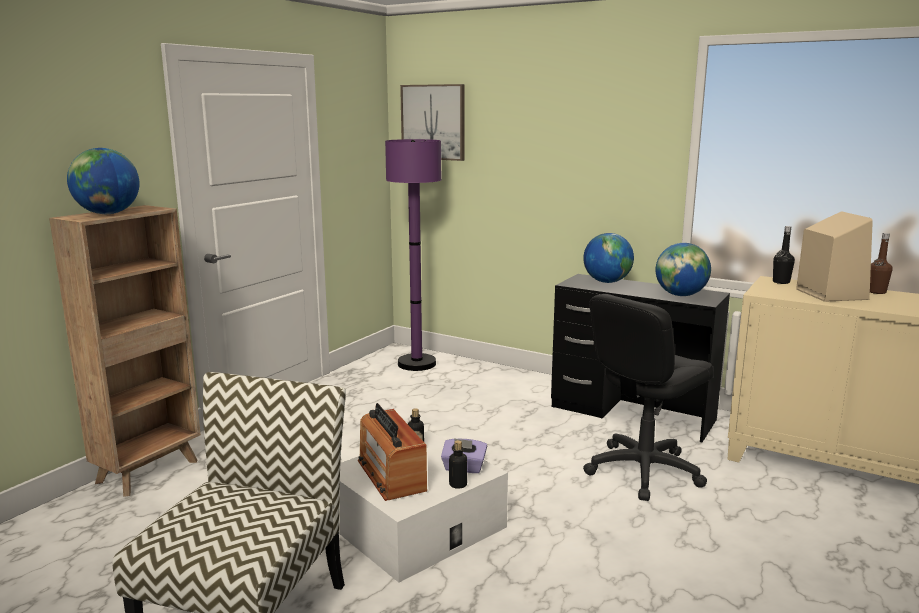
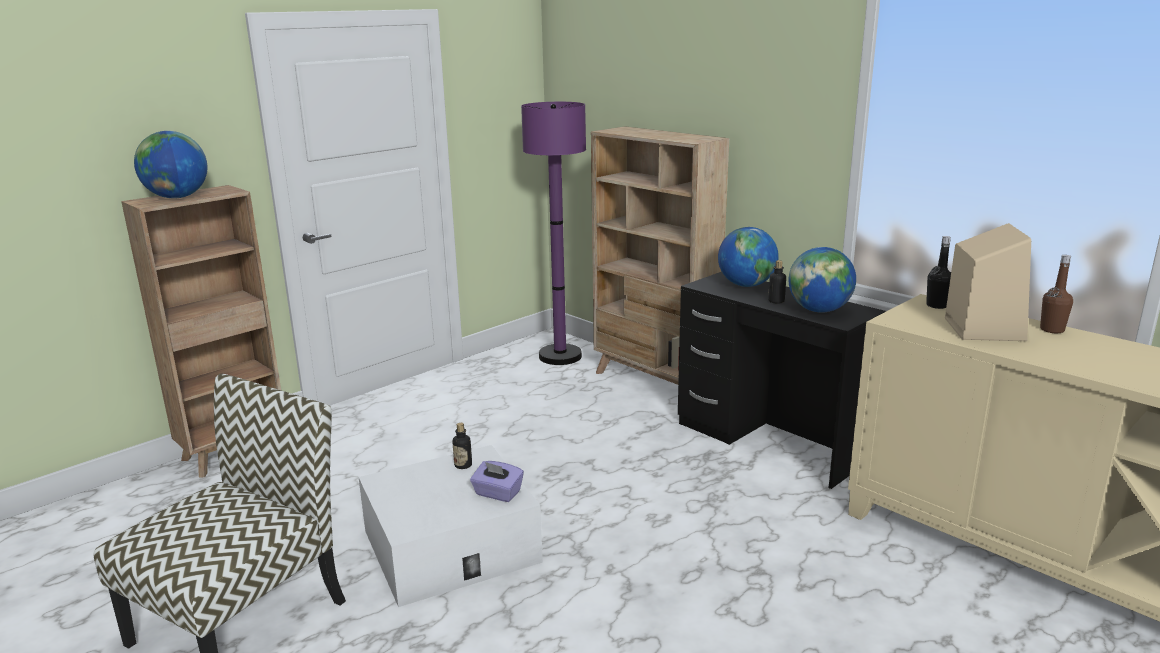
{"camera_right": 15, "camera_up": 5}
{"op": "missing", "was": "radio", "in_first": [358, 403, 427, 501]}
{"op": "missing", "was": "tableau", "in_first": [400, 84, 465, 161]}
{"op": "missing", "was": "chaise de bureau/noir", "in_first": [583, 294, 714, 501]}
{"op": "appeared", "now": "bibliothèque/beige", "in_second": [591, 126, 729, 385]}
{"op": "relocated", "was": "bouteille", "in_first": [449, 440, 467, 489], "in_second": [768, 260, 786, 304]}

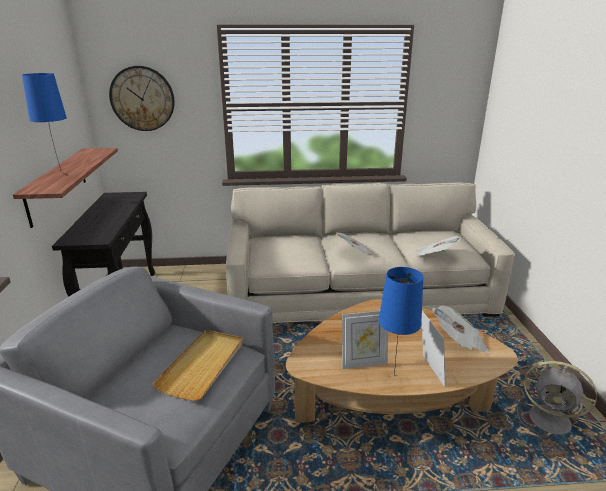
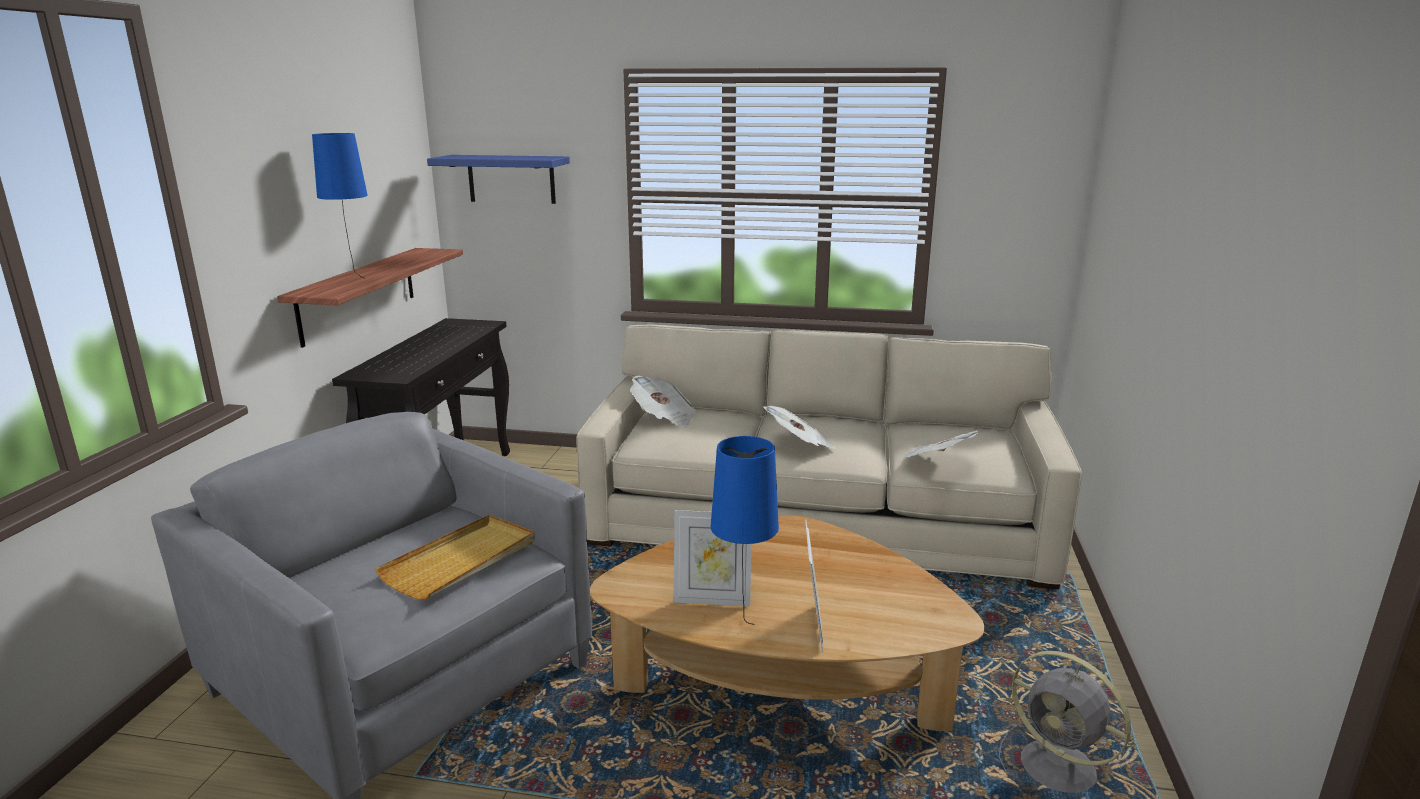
{"camera_right": 15, "camera_up": -5}
{"op": "relocated", "was": "journal", "in_first": [432, 306, 489, 353], "in_second": [630, 376, 696, 427]}
{"op": "exchanged", "was": "horloge murale", "now": "étagère/bleu", "in_first": [109, 66, 175, 131], "in_second": [427, 155, 570, 204]}

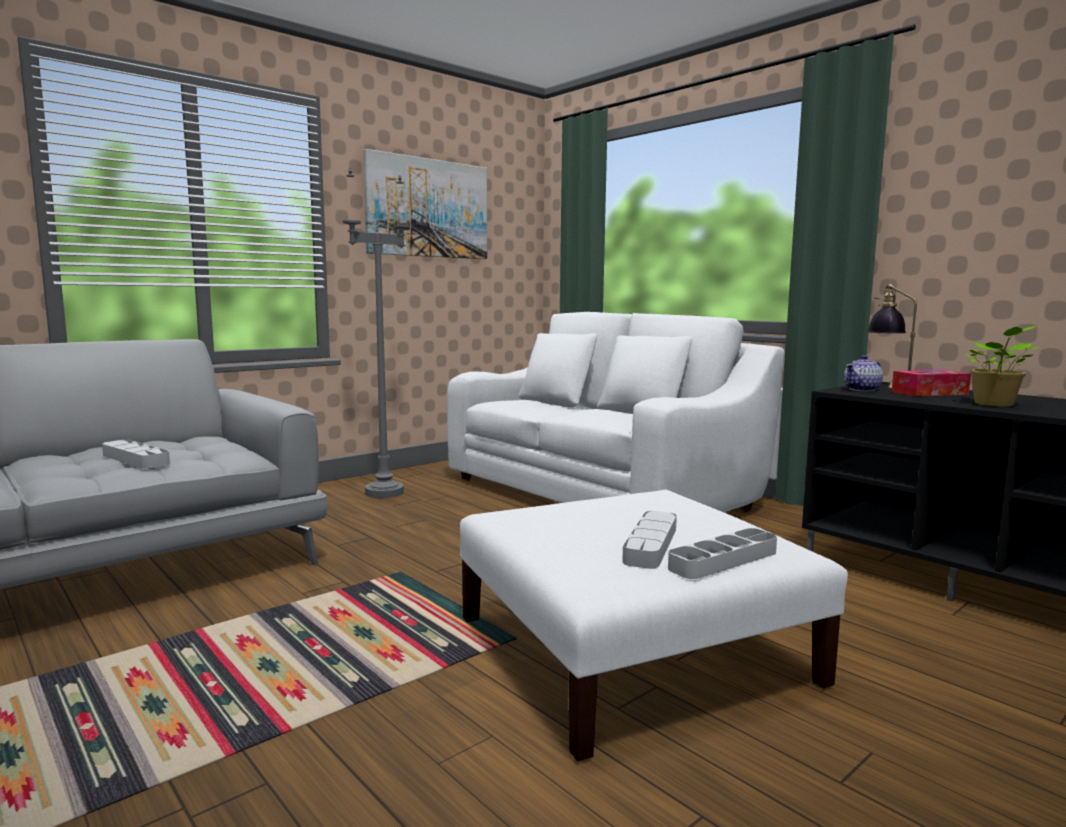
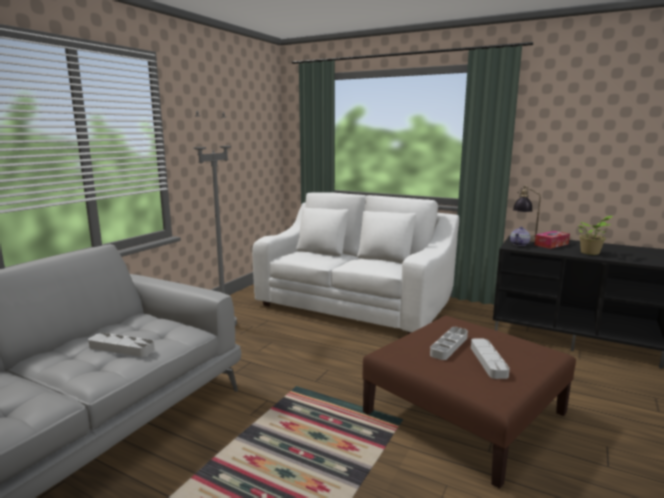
{"camera_right": -20, "camera_up": 5}
{"op": "missing", "was": "tableau", "in_first": [363, 149, 487, 259]}
{"op": "relocated", "was": "plateau/gris", "in_first": [668, 528, 777, 579], "in_second": [430, 327, 468, 360]}
{"op": "colour", "was": "pouf/blanc", "now": "pouf/marron", "in_first": [460, 490, 848, 761], "in_second": [362, 315, 576, 489]}

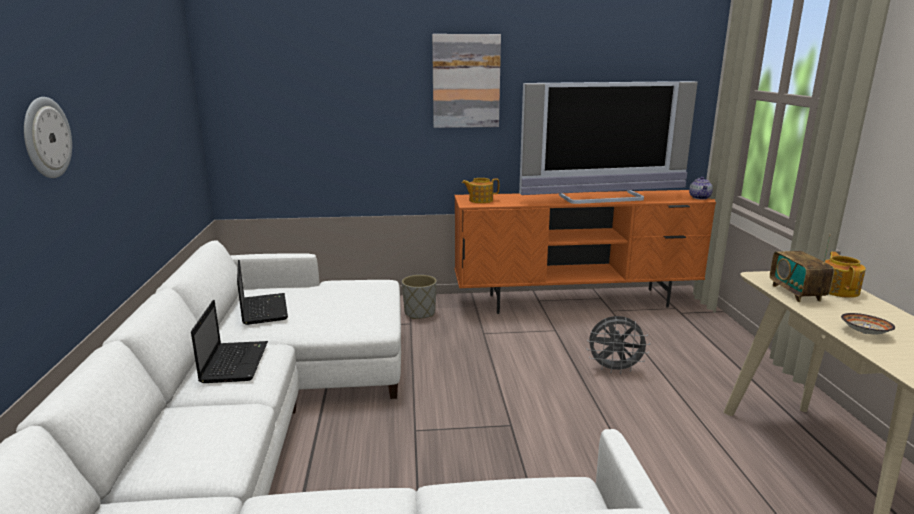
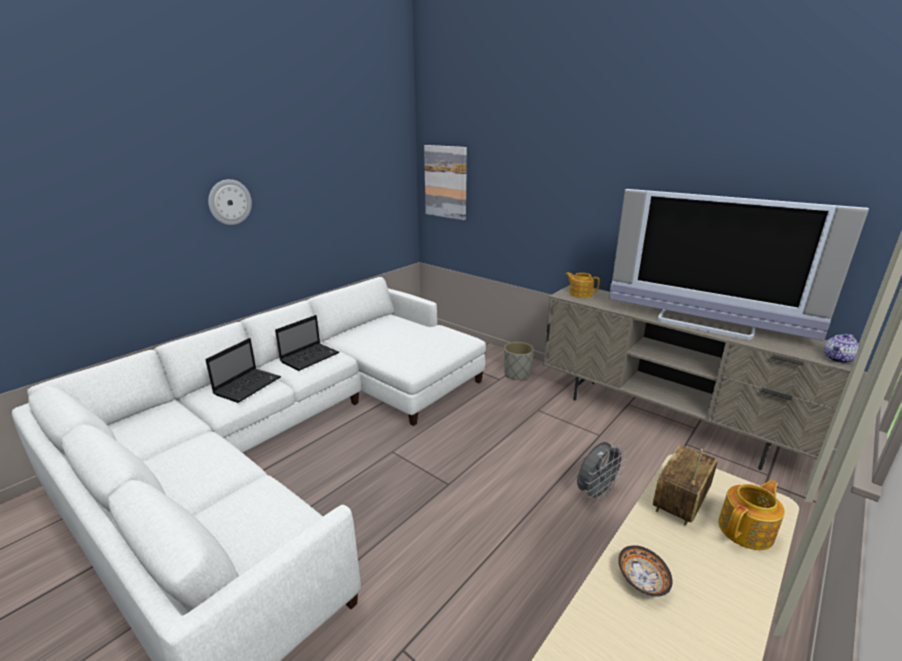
{"camera_right": 45, "camera_up": 5}
{"op": "relocated", "was": "ordinateur portable", "in_first": [237, 260, 288, 325], "in_second": [205, 338, 281, 403]}
{"op": "relocated", "was": "tableau", "in_first": [432, 34, 501, 128], "in_second": [424, 145, 467, 220]}
{"op": "colour", "was": "meuble télé/orange", "now": "meuble télé/beige", "in_first": [454, 190, 716, 314], "in_second": [543, 285, 852, 470]}
{"op": "spun", "was": "ventilateur/gris", "in_first": [586, 316, 650, 374], "in_second": [577, 442, 626, 502], "clockwise": -90}

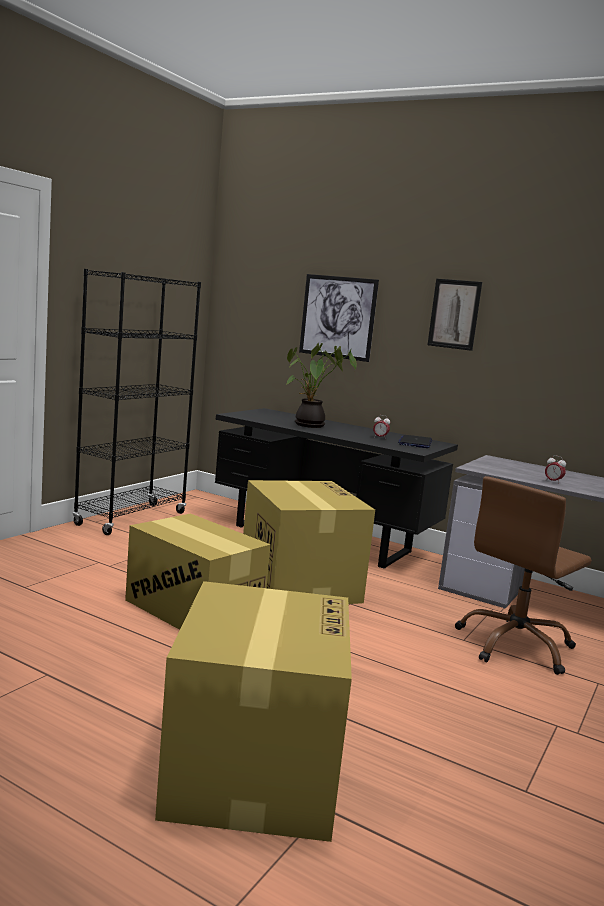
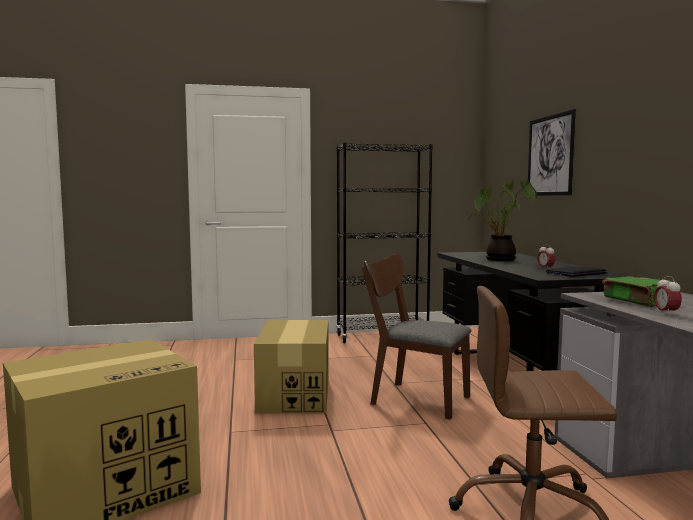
{"camera_right": 50, "camera_up": -5}
{"op": "missing", "was": "tableau", "in_first": [427, 279, 482, 351]}
{"op": "appeared", "now": "livre/vert", "in_second": [602, 276, 672, 307]}
{"op": "exchanged", "was": "carton", "now": "chaise/marron", "in_first": [243, 480, 375, 604], "in_second": [362, 254, 471, 420]}

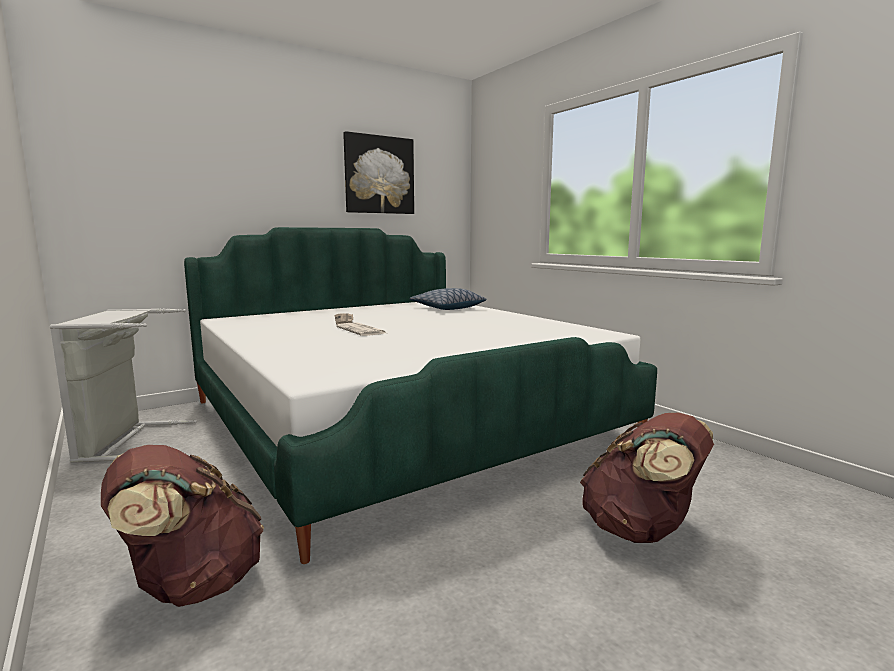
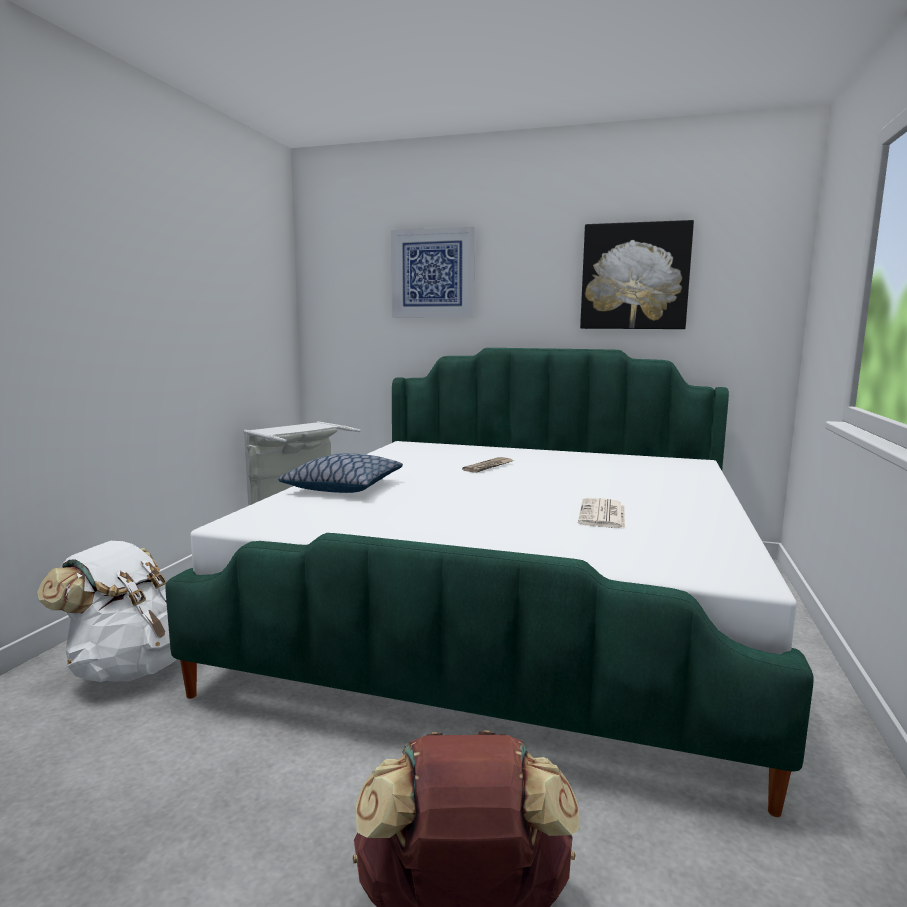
{"camera_right": 50, "camera_up": 0}
{"op": "appeared", "now": "tableau", "in_second": [391, 227, 475, 318]}
{"op": "relocated", "was": "journal", "in_first": [336, 322, 386, 336], "in_second": [578, 498, 625, 529]}
{"op": "relocated", "was": "coussin", "in_first": [409, 288, 487, 310], "in_second": [278, 453, 403, 493]}
{"op": "colour", "was": "sac à dos/marron", "now": "sac à dos/blanc", "in_first": [101, 445, 264, 607], "in_second": [37, 541, 177, 682]}

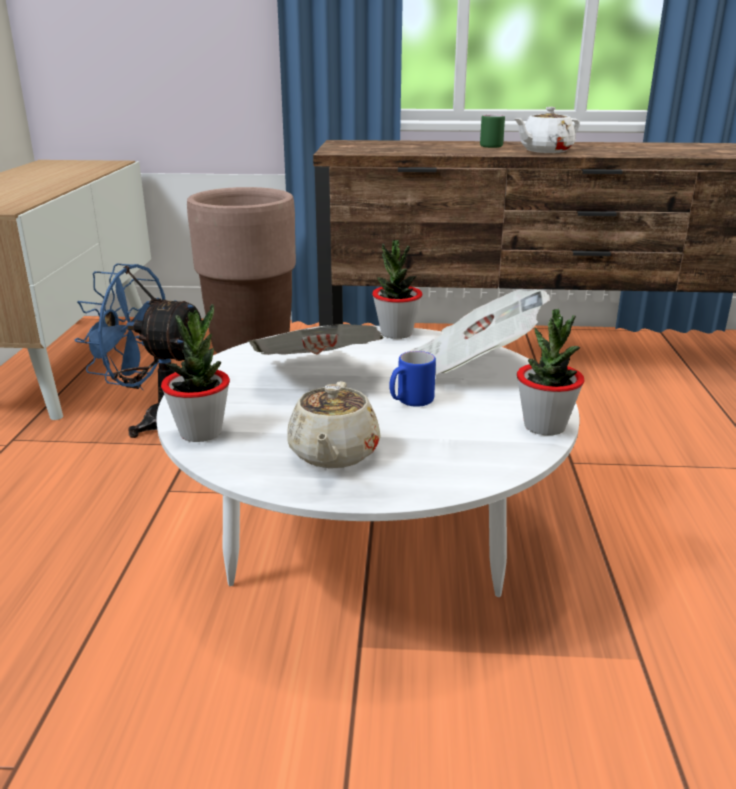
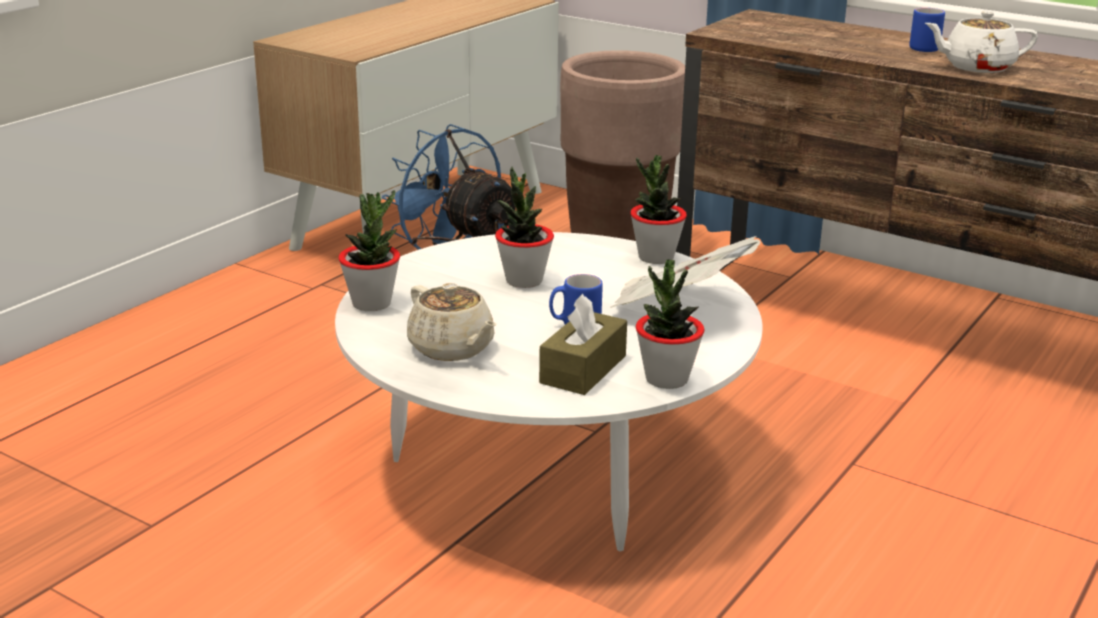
{"camera_right": 30, "camera_up": 0}
{"op": "appeared", "now": "boîte à mouchoirs/marron", "in_second": [539, 294, 627, 395]}
{"op": "exchanged", "was": "journal", "now": "plante en pot", "in_first": [247, 324, 384, 355], "in_second": [495, 166, 554, 288]}
{"op": "colour", "was": "mug/vert", "now": "mug/bleu", "in_first": [480, 115, 505, 148], "in_second": [909, 8, 945, 52]}
{"op": "spun", "was": "théière/beige", "in_first": [287, 381, 381, 468], "in_second": [407, 283, 497, 361], "clockwise": -75}

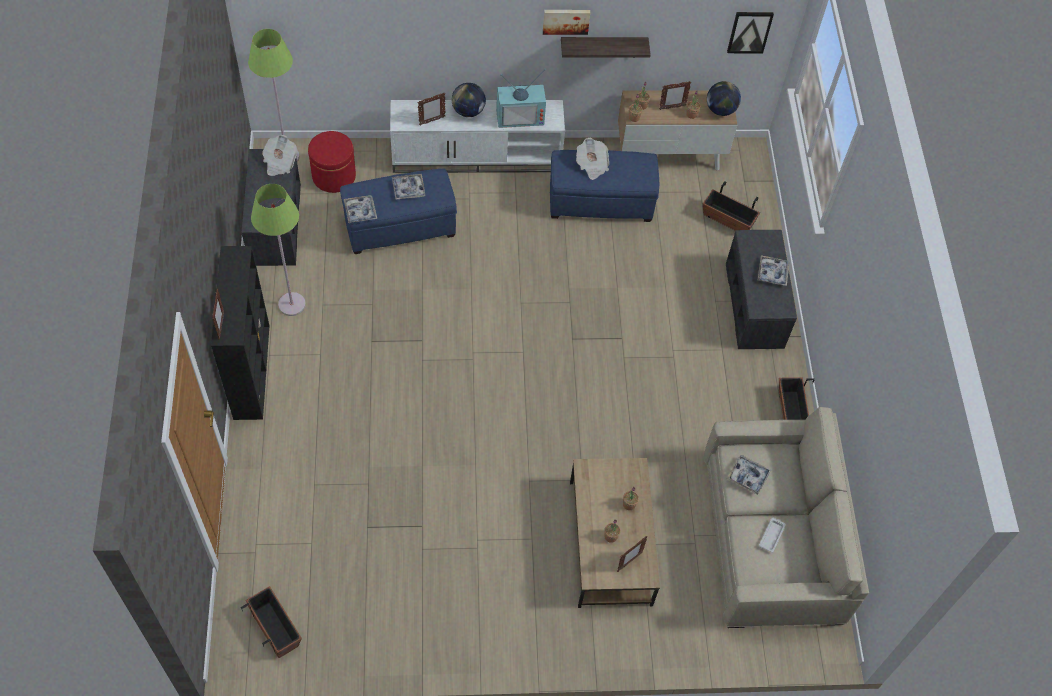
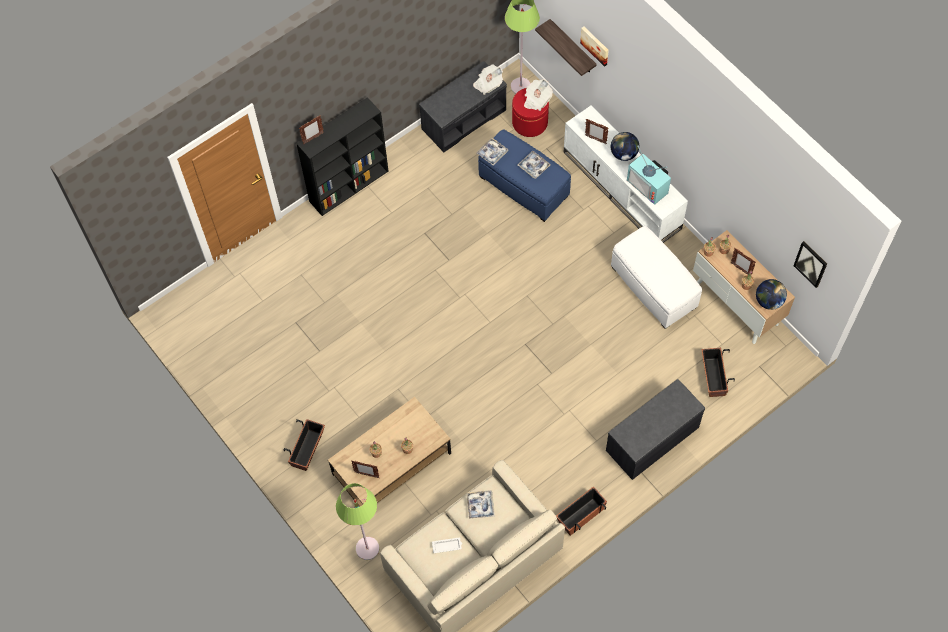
{"camera_right": 60, "camera_up": 5}
{"op": "missing", "was": "plateau", "in_first": [758, 255, 789, 286]}
{"op": "relocated", "was": "cache-pot", "in_first": [241, 586, 302, 658], "in_second": [284, 419, 325, 471]}
{"op": "relocated", "was": "lampadaire/vert", "in_first": [251, 184, 306, 316], "in_second": [336, 483, 379, 560]}
{"op": "relocated", "was": "tableau", "in_first": [543, 10, 590, 35], "in_second": [580, 27, 609, 67]}
{"op": "relocated", "was": "étagère", "in_first": [561, 37, 651, 58], "in_second": [535, 19, 597, 76]}
{"op": "relocated", "was": "journal", "in_first": [576, 138, 609, 180], "in_second": [524, 79, 553, 111]}
{"op": "colour", "was": "pouf/bleu", "now": "pouf/blanc", "in_first": [550, 150, 659, 222], "in_second": [611, 226, 702, 329]}

